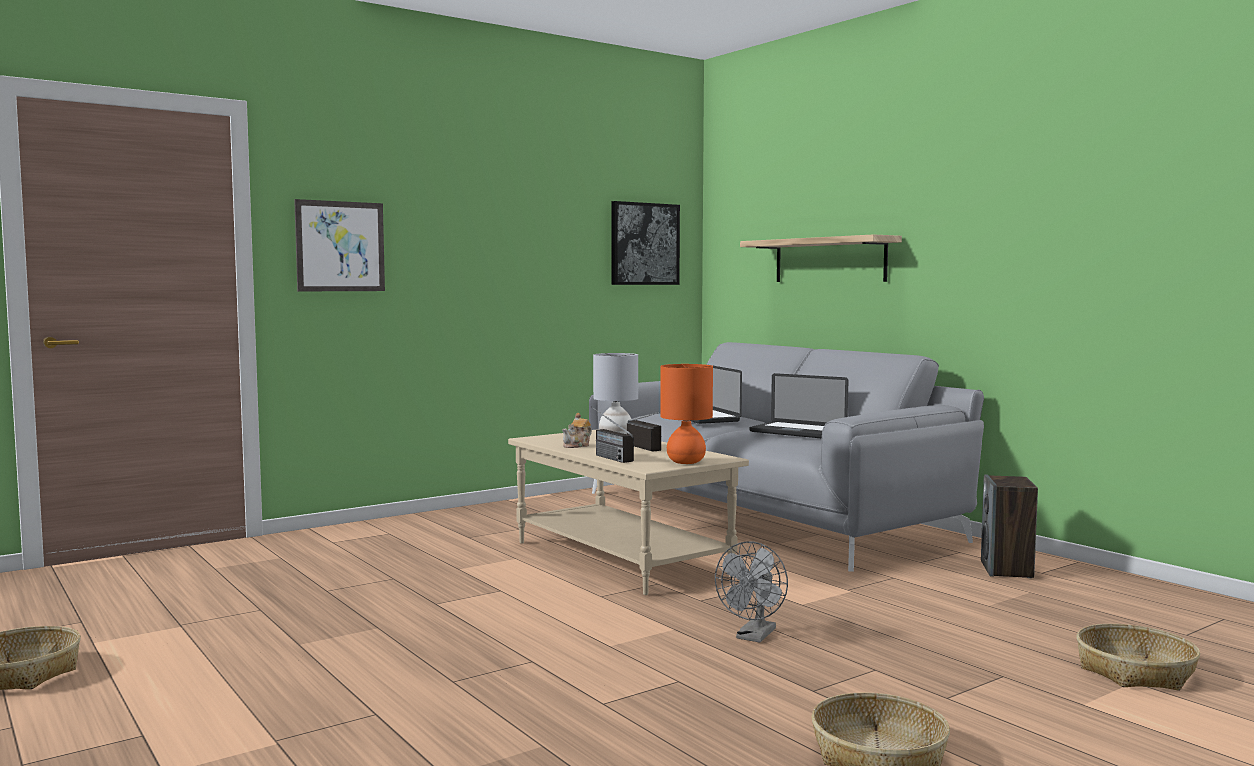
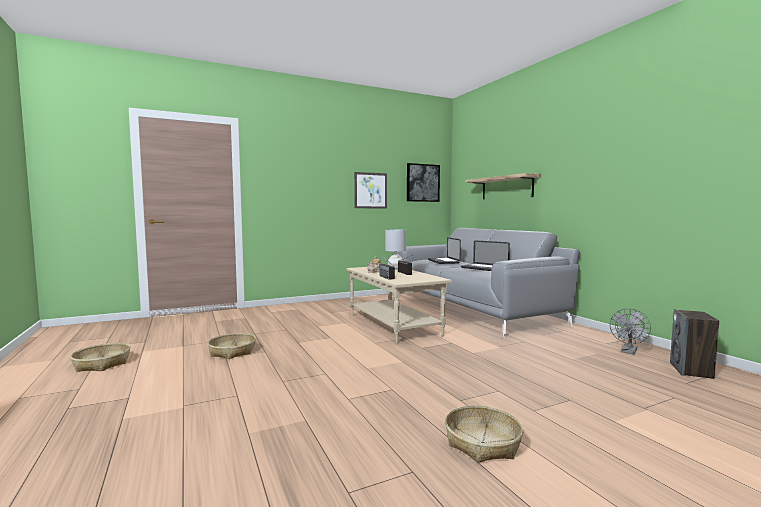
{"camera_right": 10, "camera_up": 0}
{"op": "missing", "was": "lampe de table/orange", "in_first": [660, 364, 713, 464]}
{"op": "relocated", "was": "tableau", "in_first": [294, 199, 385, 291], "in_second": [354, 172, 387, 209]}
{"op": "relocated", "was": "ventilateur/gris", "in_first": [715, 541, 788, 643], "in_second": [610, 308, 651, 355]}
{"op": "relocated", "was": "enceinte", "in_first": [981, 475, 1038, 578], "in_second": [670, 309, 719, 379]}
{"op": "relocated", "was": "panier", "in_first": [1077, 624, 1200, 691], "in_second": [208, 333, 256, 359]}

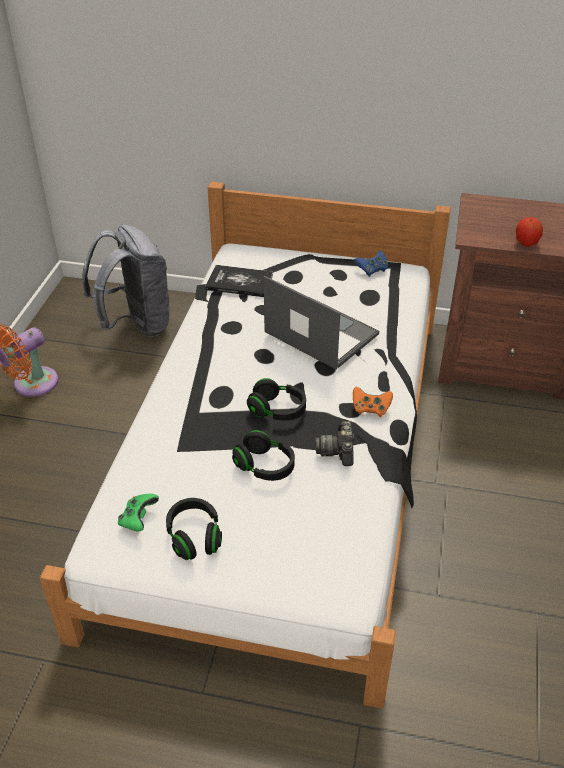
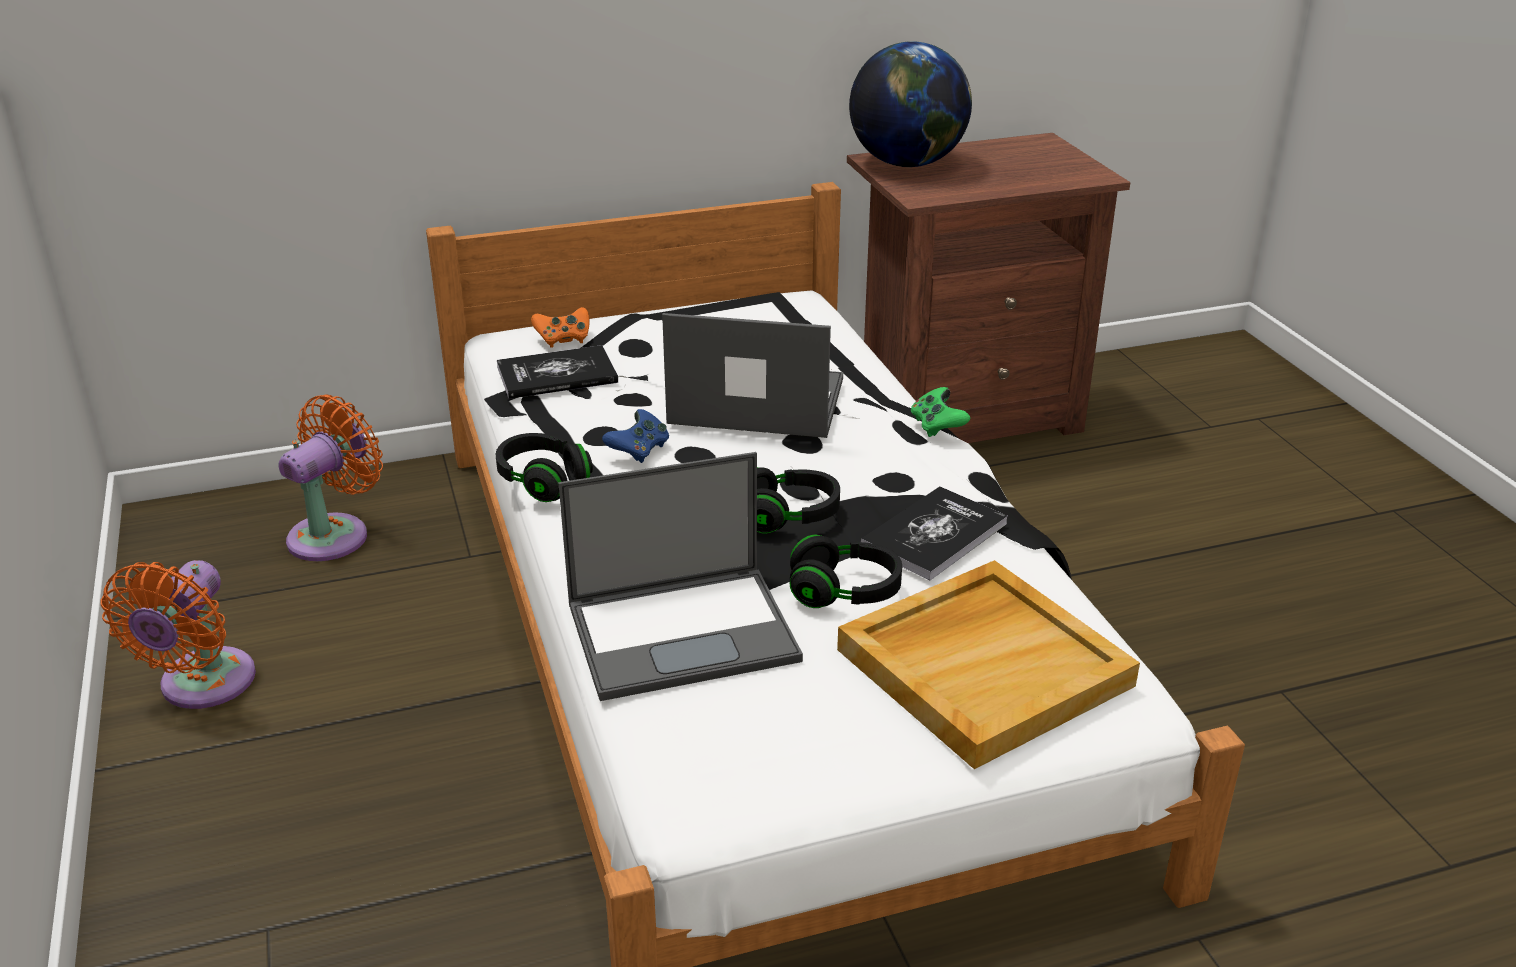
{"camera_right": -30, "camera_up": -10}
{"op": "missing", "was": "pomme", "in_first": [516, 217, 543, 247]}
{"op": "appeared", "now": "ordinateur portable", "in_second": [558, 452, 803, 701]}
{"op": "appeared", "now": "plateau/beige", "in_second": [837, 560, 1140, 769]}
{"op": "appeared", "now": "globe", "in_second": [849, 41, 972, 167]}
{"op": "relocated", "was": "manette/vert", "in_first": [118, 494, 159, 531], "in_second": [911, 387, 970, 437]}
{"op": "relocated", "was": "casque audio/noir", "in_first": [166, 498, 222, 560], "in_second": [496, 433, 593, 502]}
{"op": "relocated", "was": "manette/orange", "in_first": [353, 387, 393, 417], "in_second": [531, 307, 590, 348]}
{"op": "relocated", "was": "manette/bleu", "in_first": [354, 250, 388, 277], "in_second": [602, 409, 669, 463]}
{"op": "exchanged", "was": "sac à dos/gris", "now": "ventilateur/orange", "in_first": [82, 224, 171, 337], "in_second": [279, 394, 383, 561]}
{"op": "exchanged", "was": "appareil photo", "now": "livre", "in_first": [315, 421, 354, 466], "in_second": [860, 486, 1008, 580]}

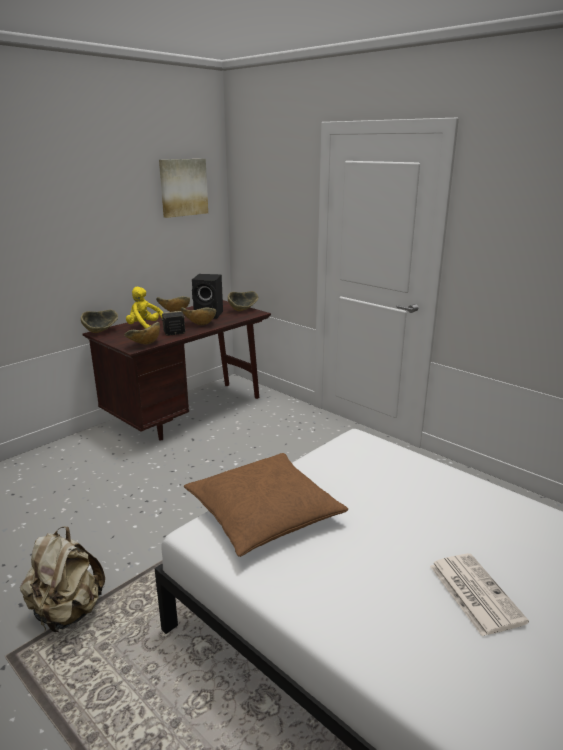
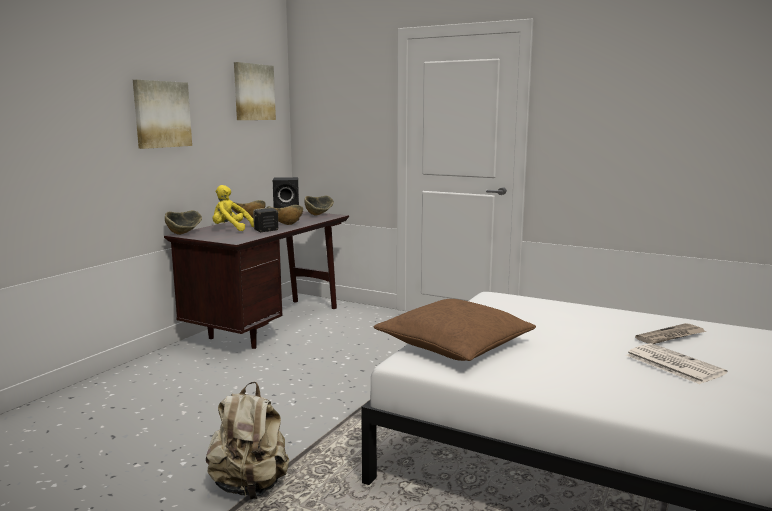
{"camera_right": -15, "camera_up": -10}
{"op": "missing", "was": "bol", "in_first": [124, 322, 160, 345]}
{"op": "appeared", "now": "tableau", "in_second": [133, 80, 192, 149]}
{"op": "appeared", "now": "journal", "in_second": [635, 323, 706, 344]}

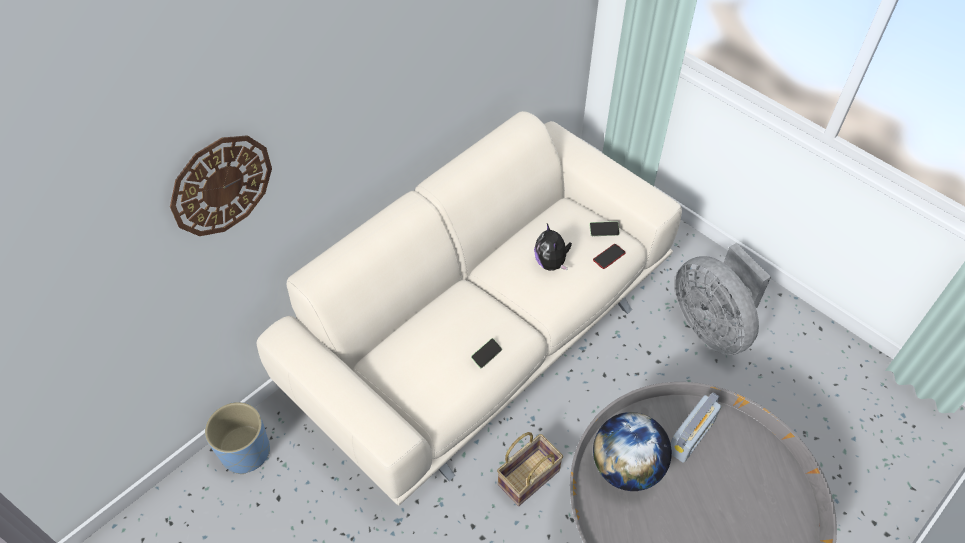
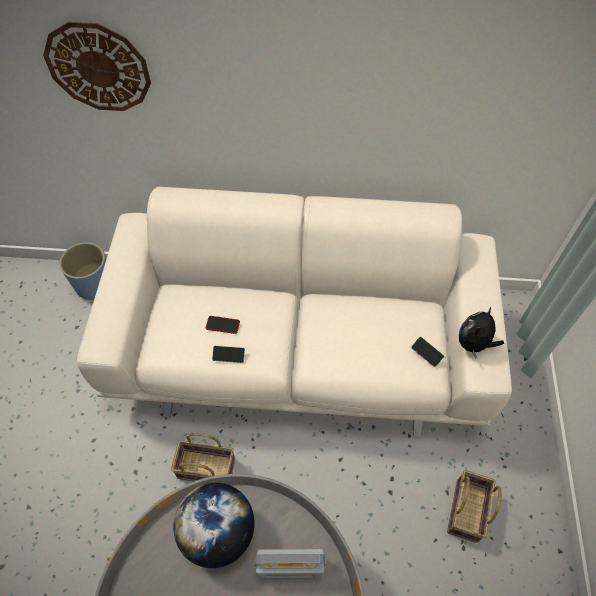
{"camera_right": 50, "camera_up": 5}
{"op": "relocated", "was": "peluche", "in_first": [534, 224, 572, 271], "in_second": [459, 306, 504, 359]}
{"op": "relocated", "was": "téléphone", "in_first": [593, 244, 626, 269], "in_second": [206, 316, 240, 334]}
{"op": "exchanged", "was": "ventilateur/gris", "now": "panier", "in_first": [675, 243, 771, 355], "in_second": [447, 470, 502, 543]}

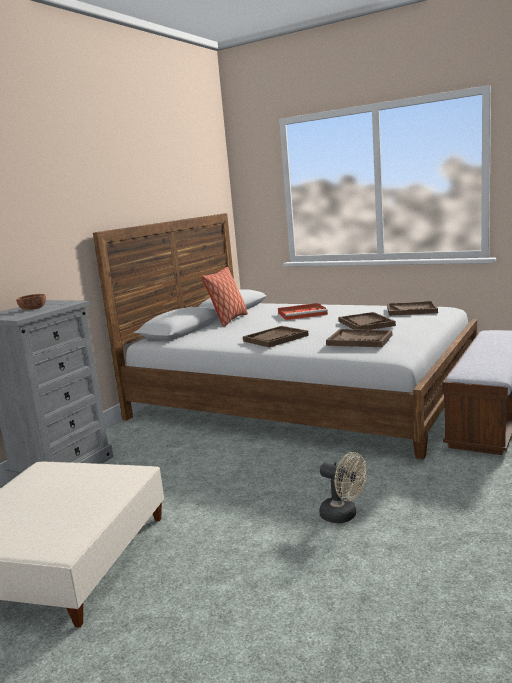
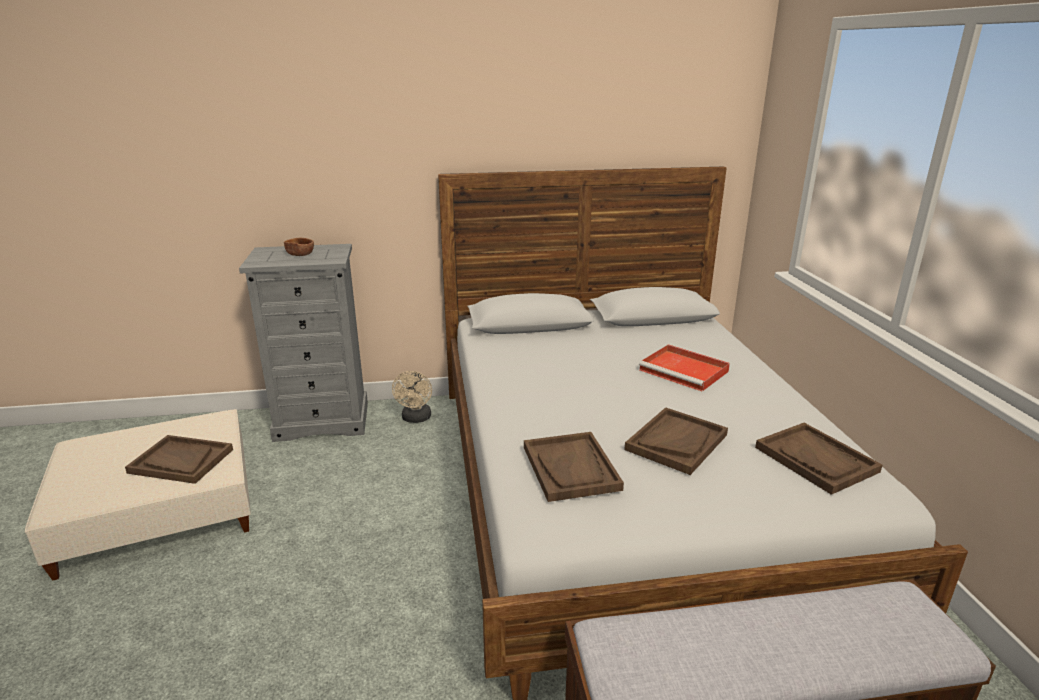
{"camera_right": 50, "camera_up": 10}
{"op": "missing", "was": "coussin", "in_first": [201, 267, 248, 327]}
{"op": "relocated", "was": "plateau/marron", "in_first": [243, 326, 309, 347], "in_second": [125, 435, 233, 484]}
{"op": "relocated", "was": "ventilateur/beige", "in_first": [319, 452, 367, 524], "in_second": [392, 371, 432, 423]}

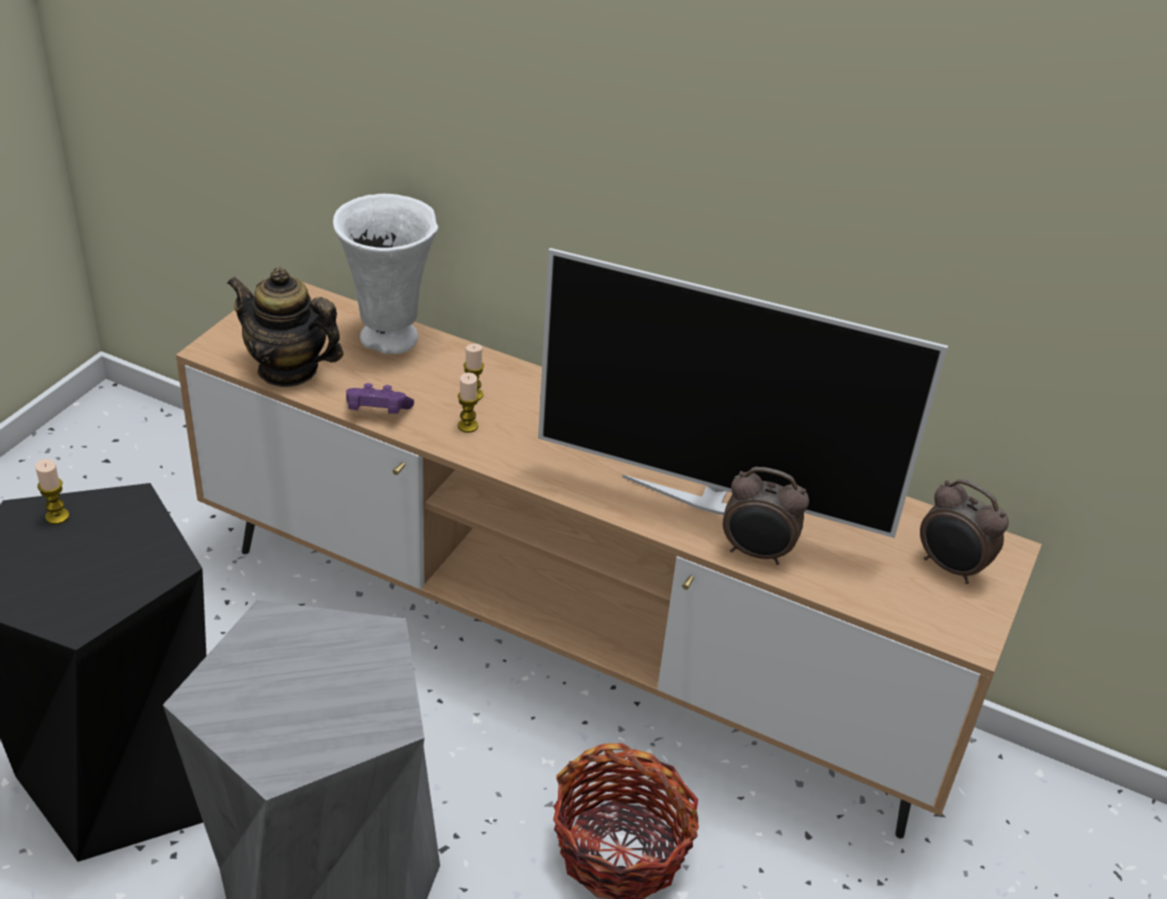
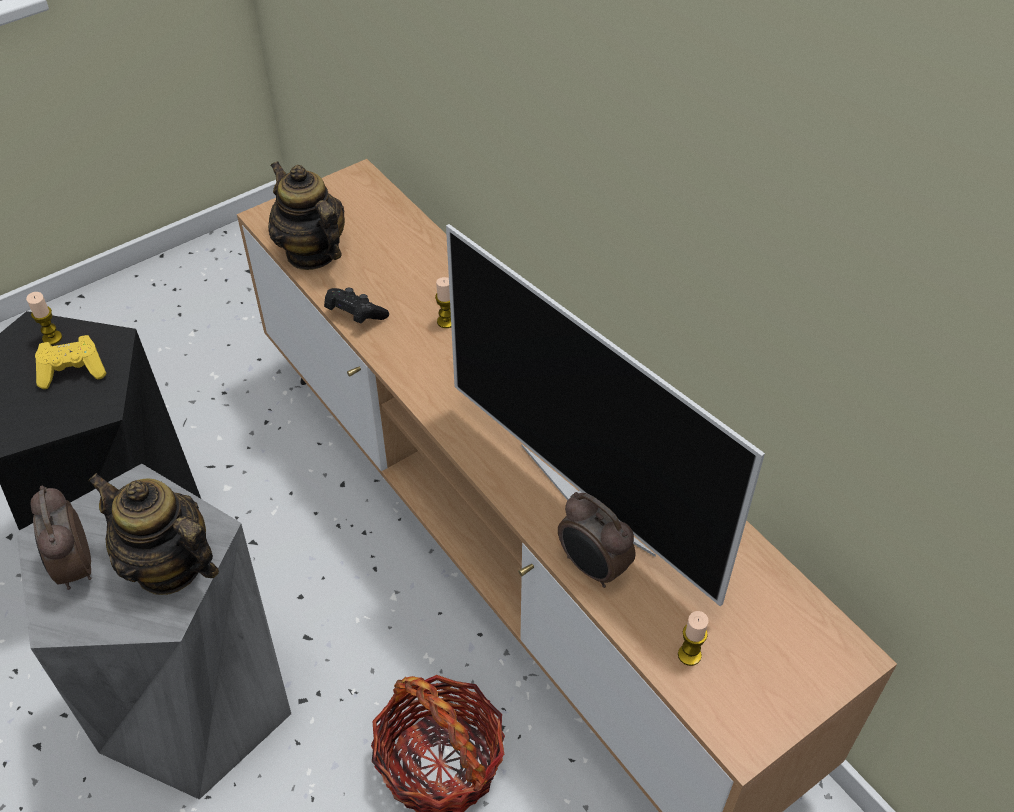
{"camera_right": 30, "camera_up": 10}
{"op": "missing", "was": "vase/blanc", "in_first": [333, 194, 438, 354]}
{"op": "appeared", "now": "manette/jaune", "in_second": [35, 335, 106, 389]}
{"op": "appeared", "now": "théière", "in_second": [88, 473, 219, 595]}
{"op": "relocated", "was": "bougie", "in_first": [458, 372, 479, 433], "in_second": [678, 611, 709, 666]}
{"op": "relocated", "was": "réveil", "in_first": [920, 479, 1009, 584], "in_second": [31, 485, 91, 590]}
{"op": "colour", "was": "manette/violet", "now": "manette/noir", "in_first": [346, 383, 414, 414], "in_second": [324, 288, 389, 323]}

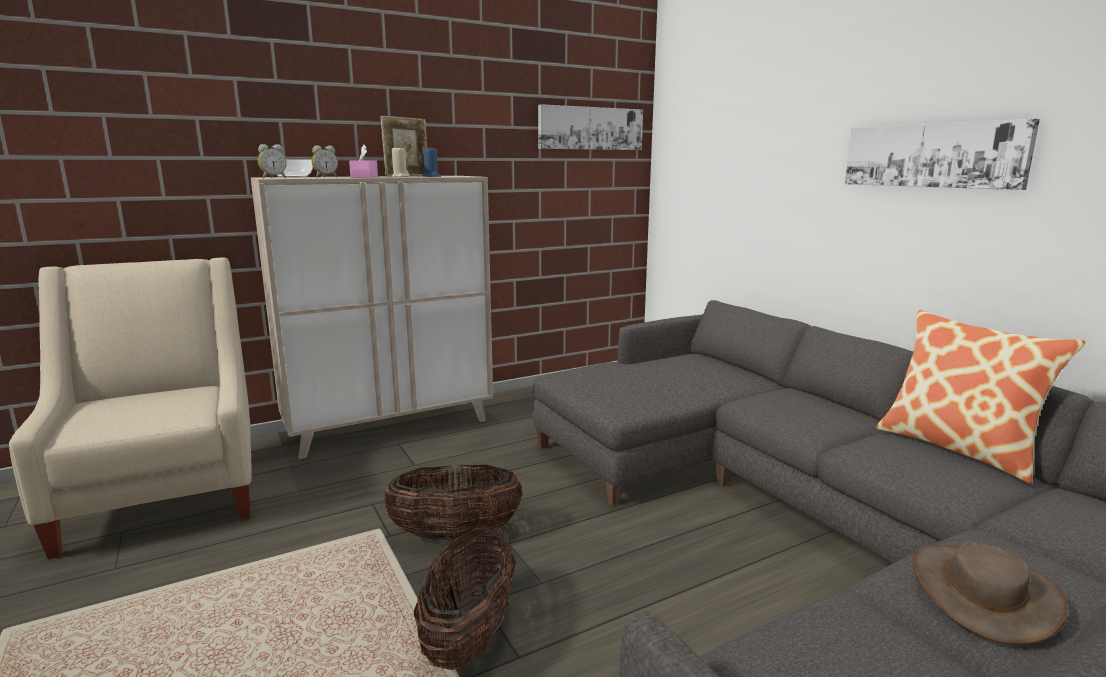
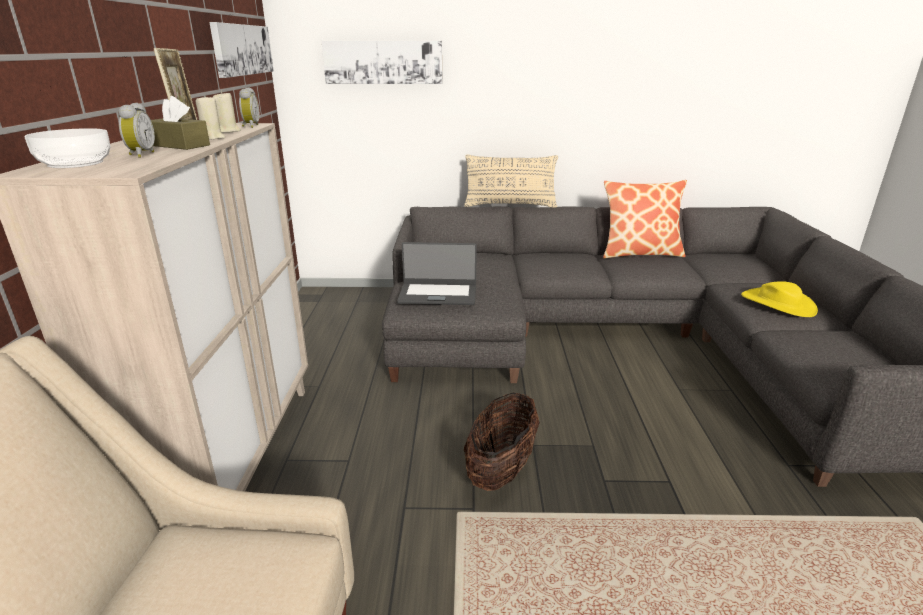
{"camera_right": -60, "camera_up": 10}
{"op": "missing", "was": "panier", "in_first": [414, 525, 516, 670]}
{"op": "appeared", "now": "ordinateur portable", "in_second": [397, 242, 477, 305]}
{"op": "appeared", "now": "coussin/beige", "in_second": [464, 154, 558, 208]}
{"op": "relocated", "was": "réveil", "in_first": [258, 144, 287, 178], "in_second": [239, 87, 259, 128]}
{"op": "relocated", "was": "tableau", "in_first": [845, 119, 1040, 190], "in_second": [322, 41, 443, 84]}
{"op": "colour", "was": "boîte à mouchoirs/rose", "now": "boîte à mouchoirs/marron", "in_first": [349, 144, 378, 178], "in_second": [151, 96, 210, 150]}
{"op": "colour", "was": "bougie/bleu", "now": "bougie/beige", "in_first": [422, 148, 441, 177], "in_second": [213, 91, 241, 133]}
{"op": "colour", "was": "chapeau/marron", "now": "chapeau/jaune", "in_first": [913, 541, 1068, 644], "in_second": [741, 281, 818, 317]}

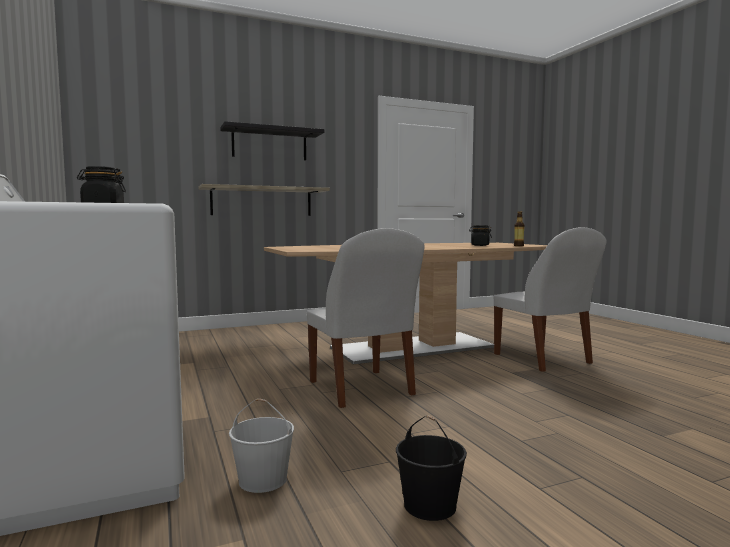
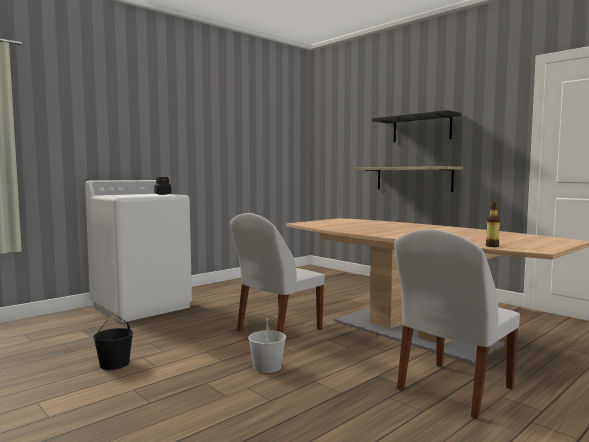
{"camera_right": 70, "camera_up": 0}
{"op": "missing", "was": "bocal/noir", "in_first": [469, 225, 492, 246]}
{"op": "relocated", "was": "seau/blanc", "in_first": [229, 399, 294, 493], "in_second": [248, 318, 286, 373]}

